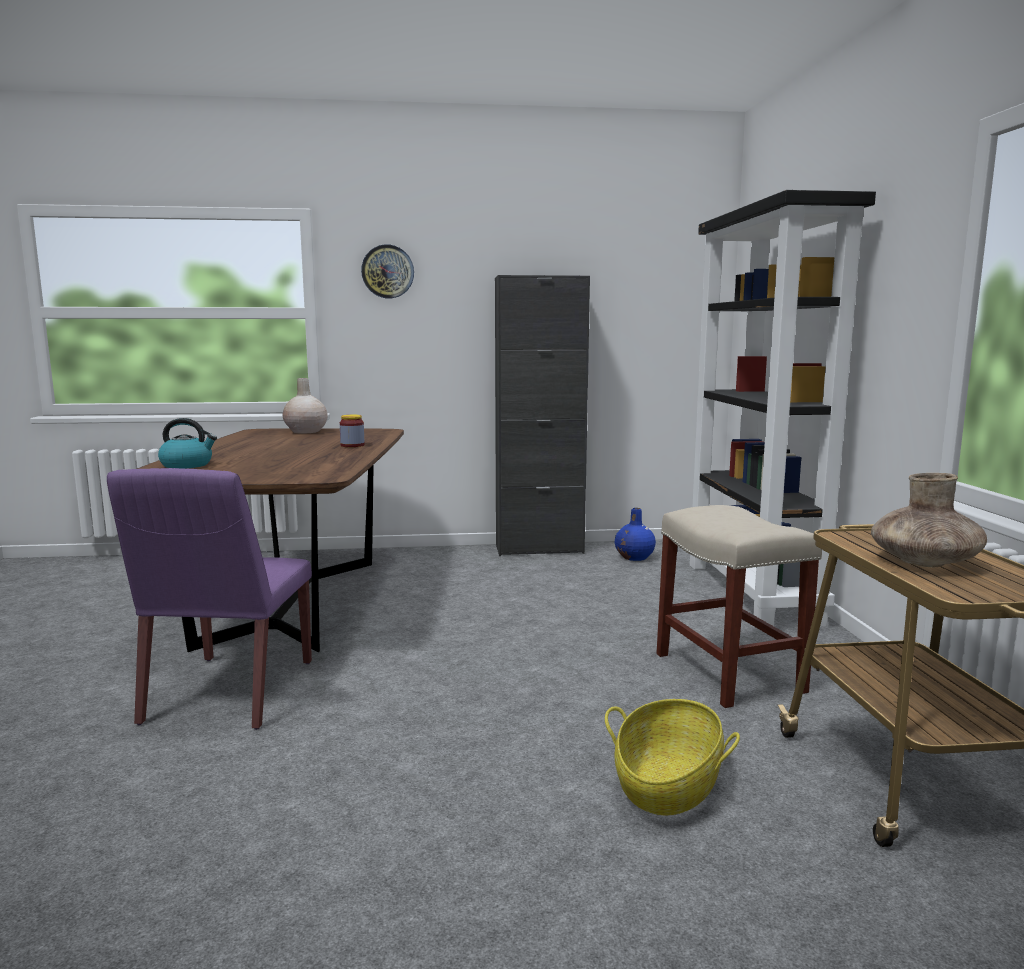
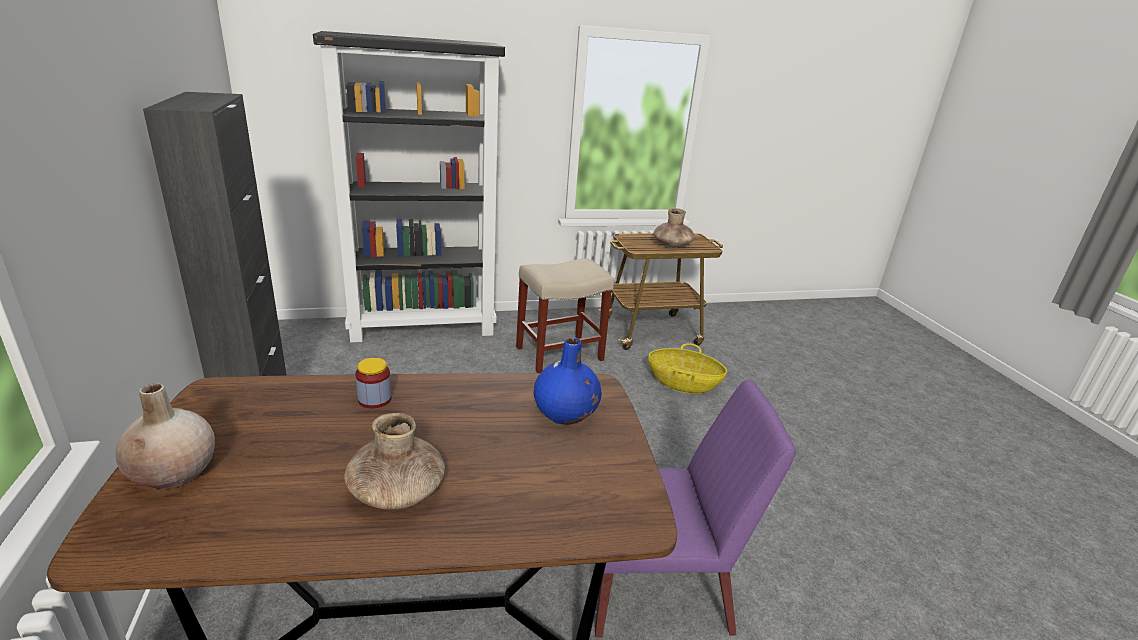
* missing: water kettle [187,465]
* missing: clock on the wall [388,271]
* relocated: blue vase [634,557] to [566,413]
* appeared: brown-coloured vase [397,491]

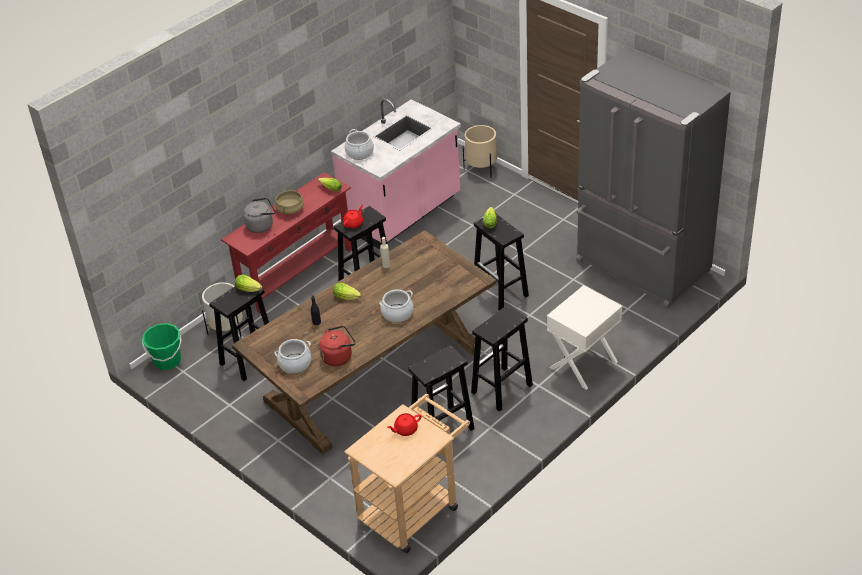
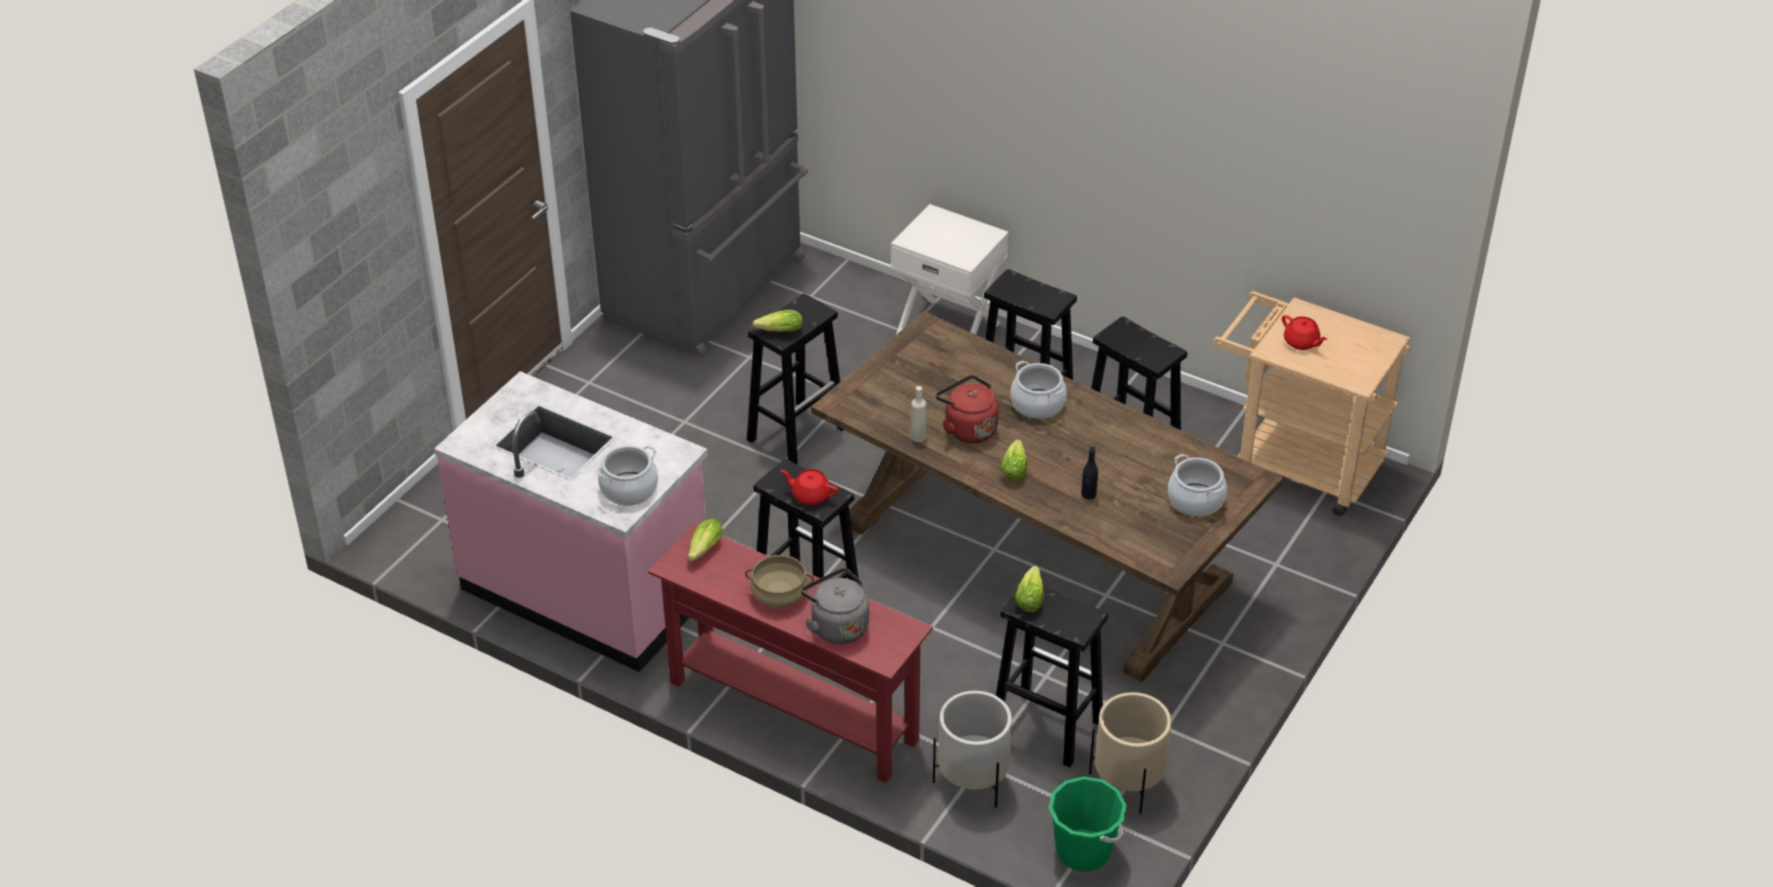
* relocated: red-coloured water kettle [338,356] to [967,428]
* relocated: sand-coloured flower pot [481,168] to [1128,782]

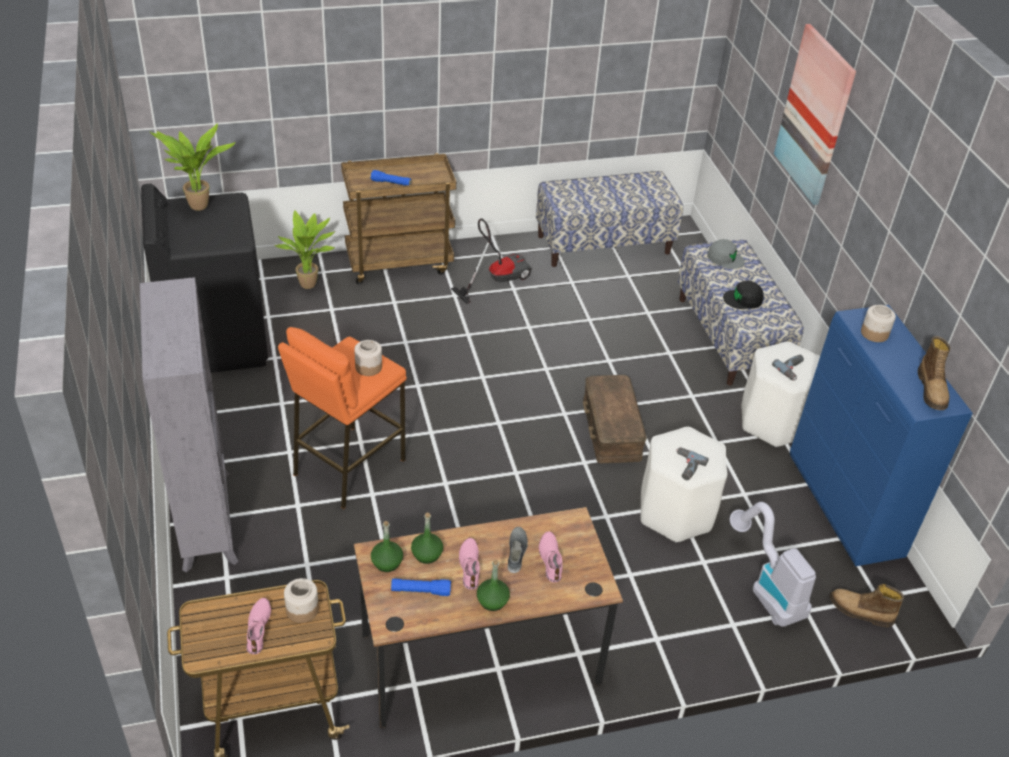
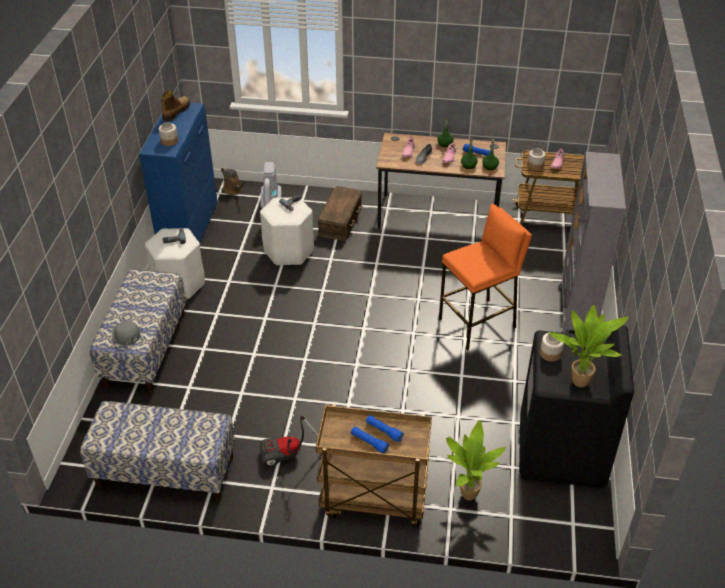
* relocated: storage jar [368,367] to [550,354]
* relocated: brown-coloured storage bin [610,429] to [340,221]
* missing: blackish peaked cap [743,299]
* missing: picture [815,115]
* exchanged: high-top boot [860,612] to brown-coloured sprinkling can [234,190]
* appeared: blue flashlight [369,442]

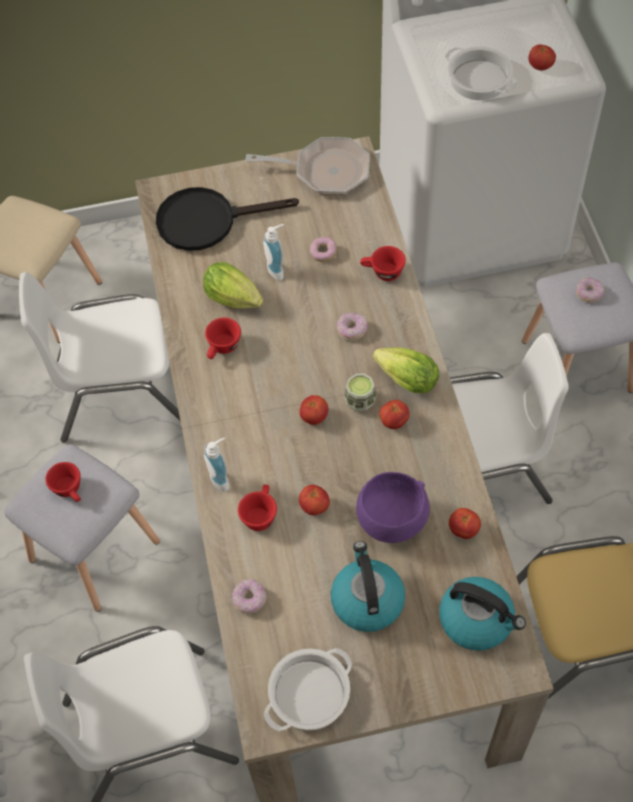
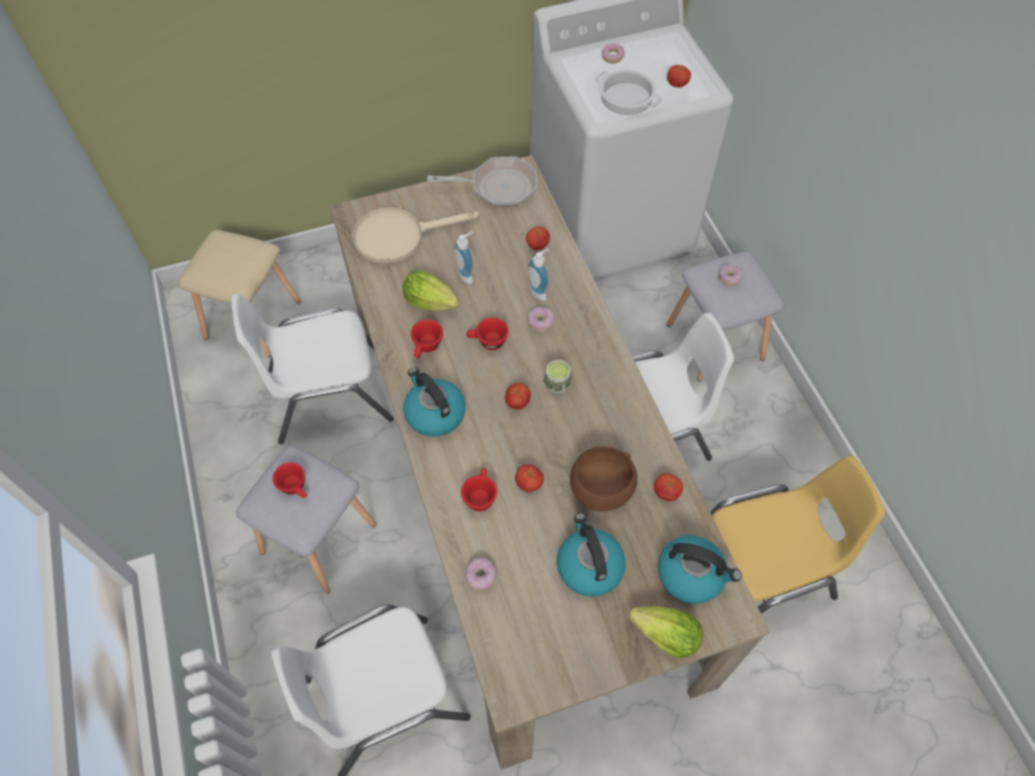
* colour: blackish skillet [207,221] to sand-coloured skillet [399,236]
* relocated: soap bottle [222,478] to [540,291]
* missing: cooking pot [309,692]
* relocated: doughnut [323,253] to [612,57]
* colour: purple deep dish [390,521] to brown-coloured deep dish [600,491]
* relocated: red-coloured small cup [382,272] to [487,342]
* relocated: lettuce [403,379] to [661,634]
* relocated: fresh tomato [394,421] to [537,245]
* appeared: water kettle [434,413]

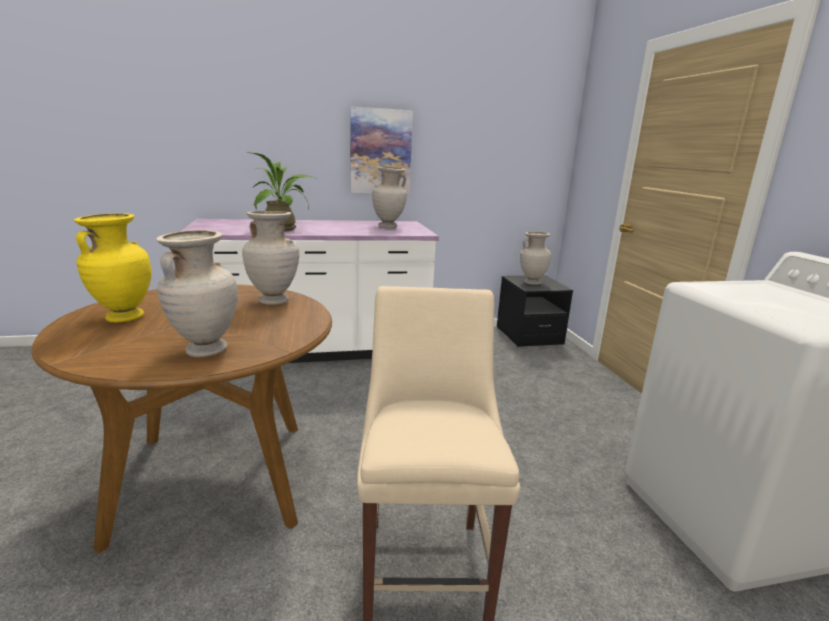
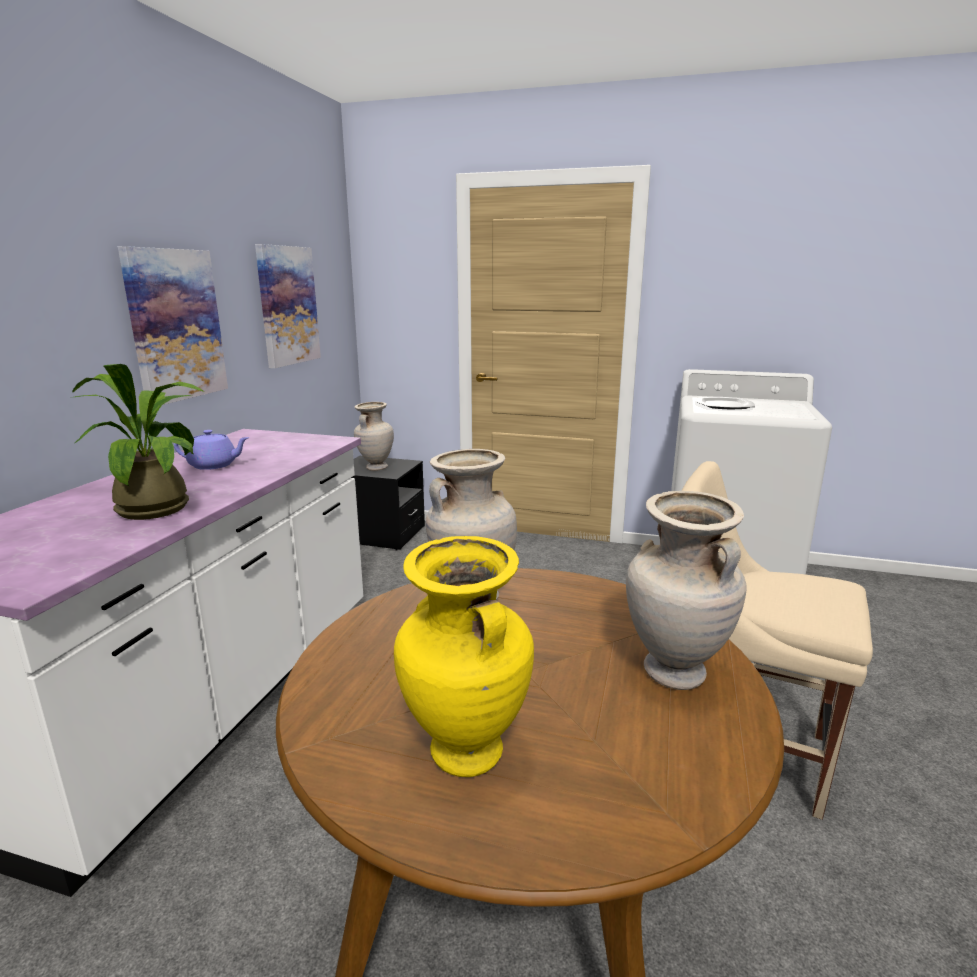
* missing: sand-coloured vase [388,227]
* appeared: purple teapot [214,465]
* appeared: picture [287,306]
* appeared: flat dish [724,405]

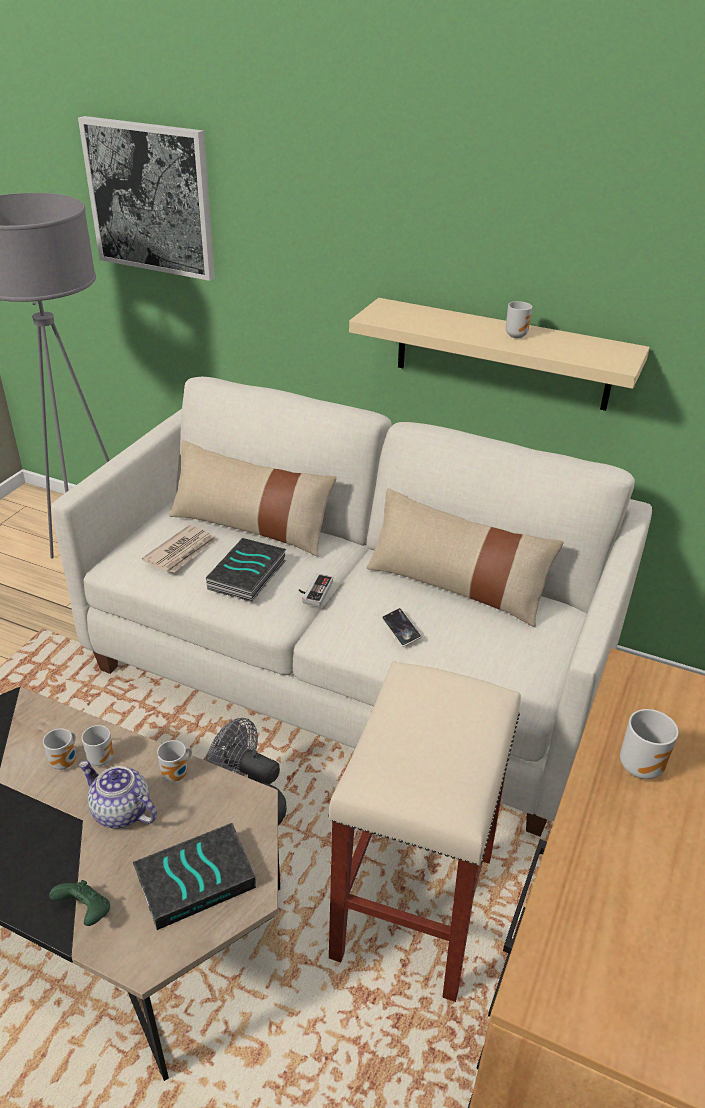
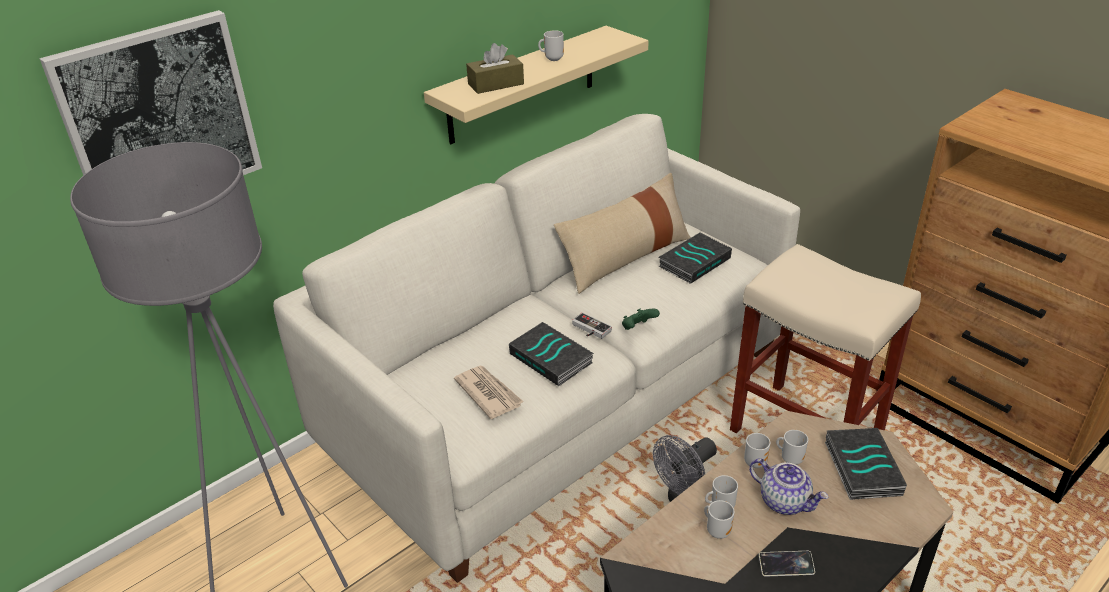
* relocated: greenish game controller [86,912] to [638,328]
* spun: teapot [120,811] = [785,501] 105 degrees counterclockwise
* missing: sand-coloured throw pillow [251,526]
* relocated: telephone [401,629] to [786,566]
* relocated: mug [641,766] to [790,458]
* appeared: brown-coloured tissue box [496,84]
* appeared: book [694,261]

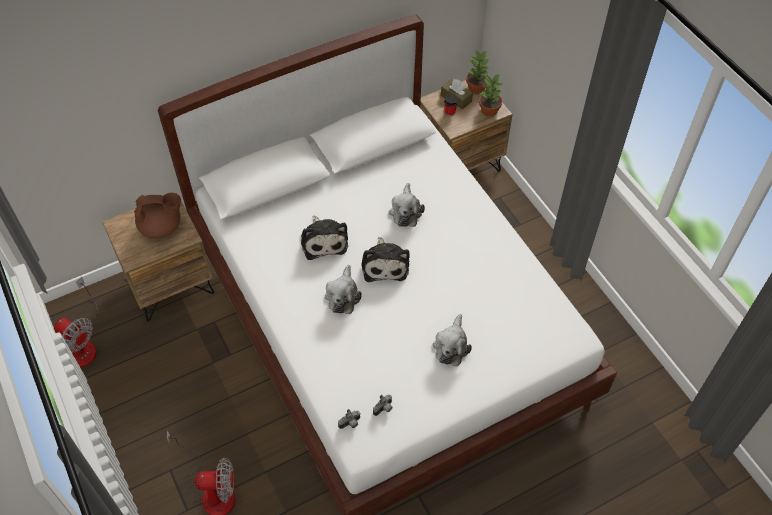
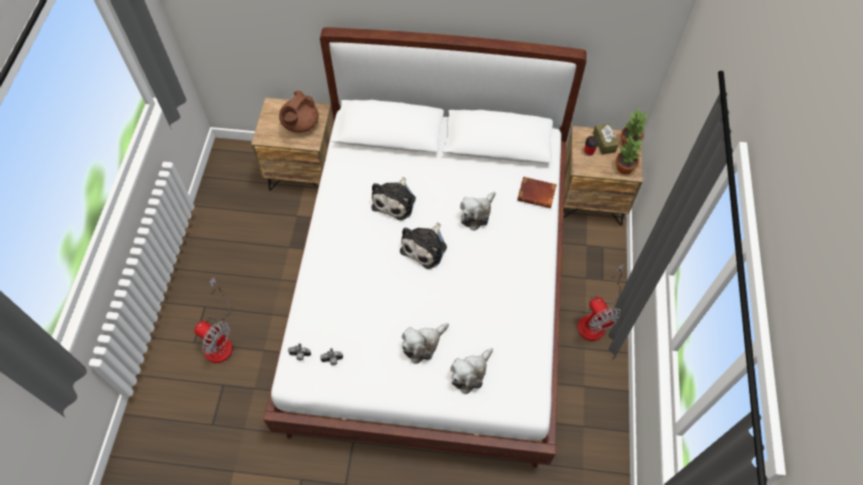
* relocated: electric fan [82,344] to [595,319]
* spun: brown-coloured teapot [162,227] = [300,124] 90 degrees clockwise
* relocated: soft toy [343,296] to [470,373]
* appeared: brown-coloured book [537,194]

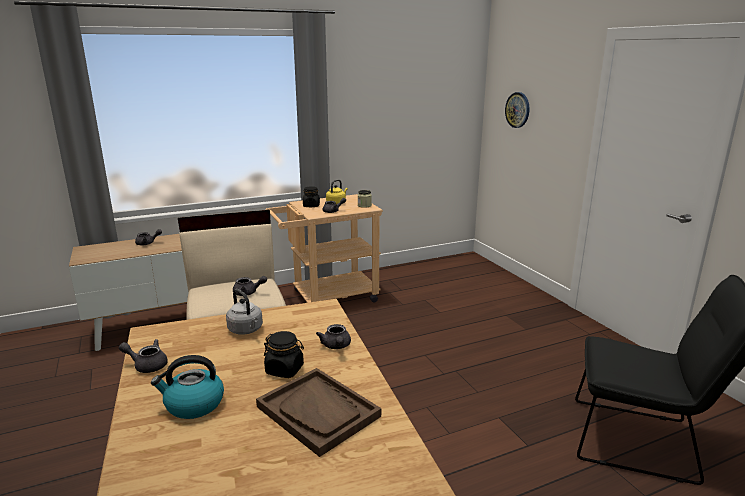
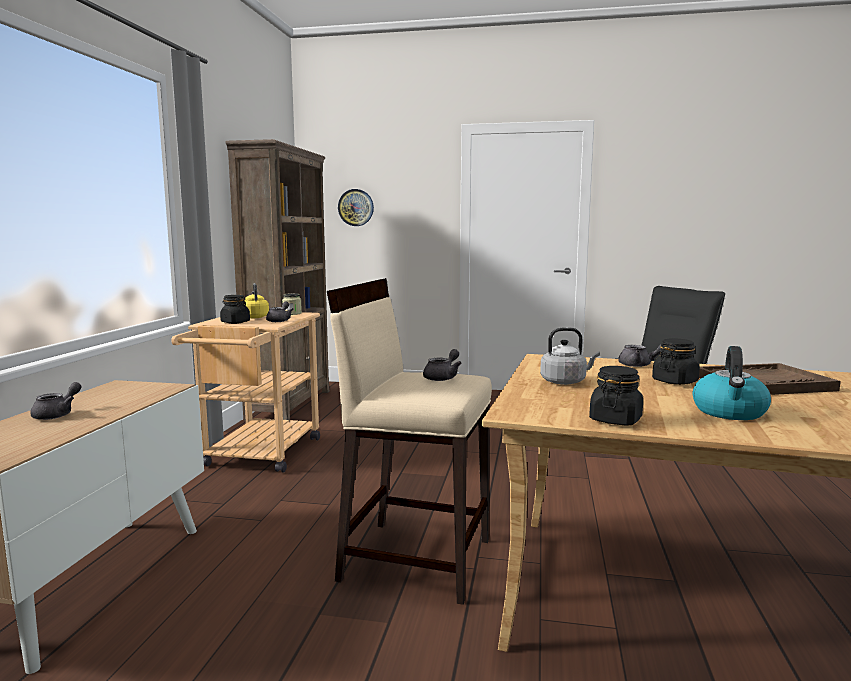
* exchanged: gray teapot [147,365] to blackish storage jar [615,420]
* appeared: brown-coloured bookcase [290,404]

